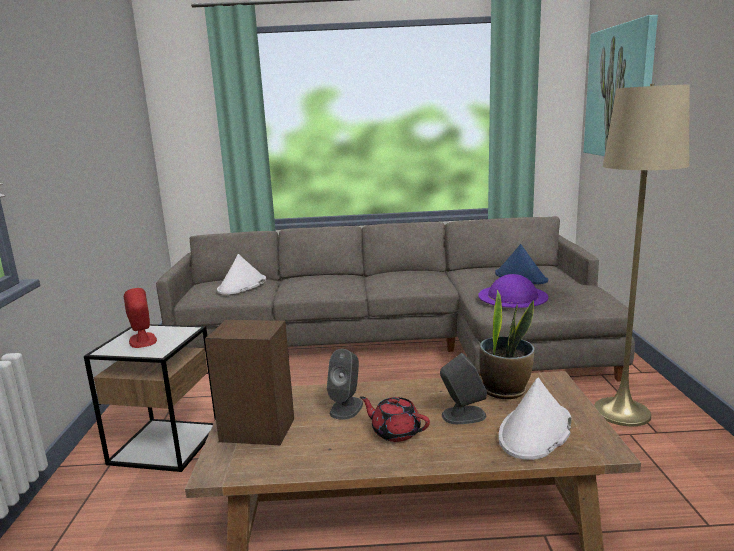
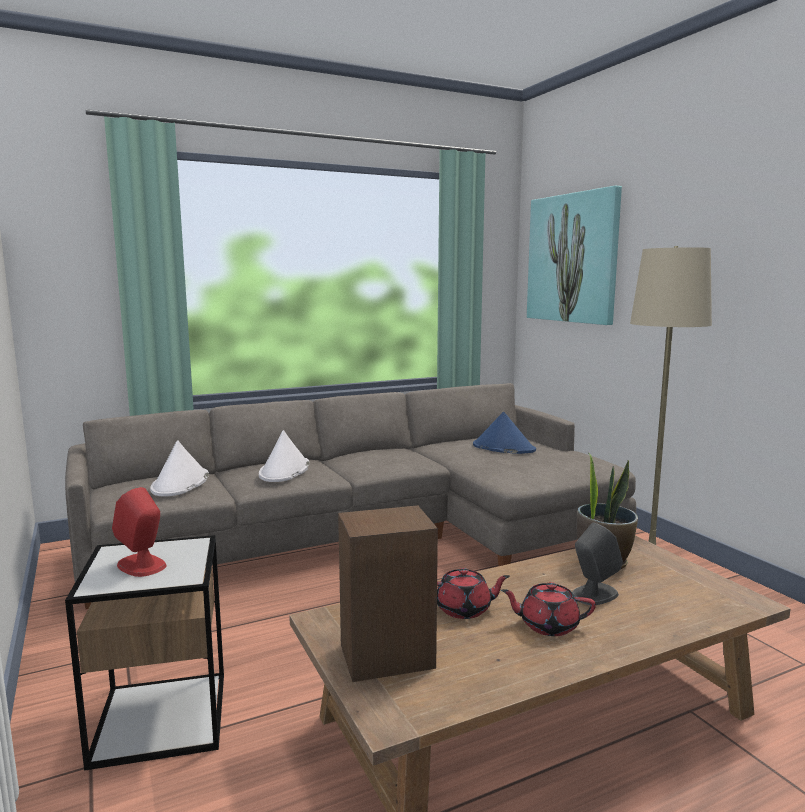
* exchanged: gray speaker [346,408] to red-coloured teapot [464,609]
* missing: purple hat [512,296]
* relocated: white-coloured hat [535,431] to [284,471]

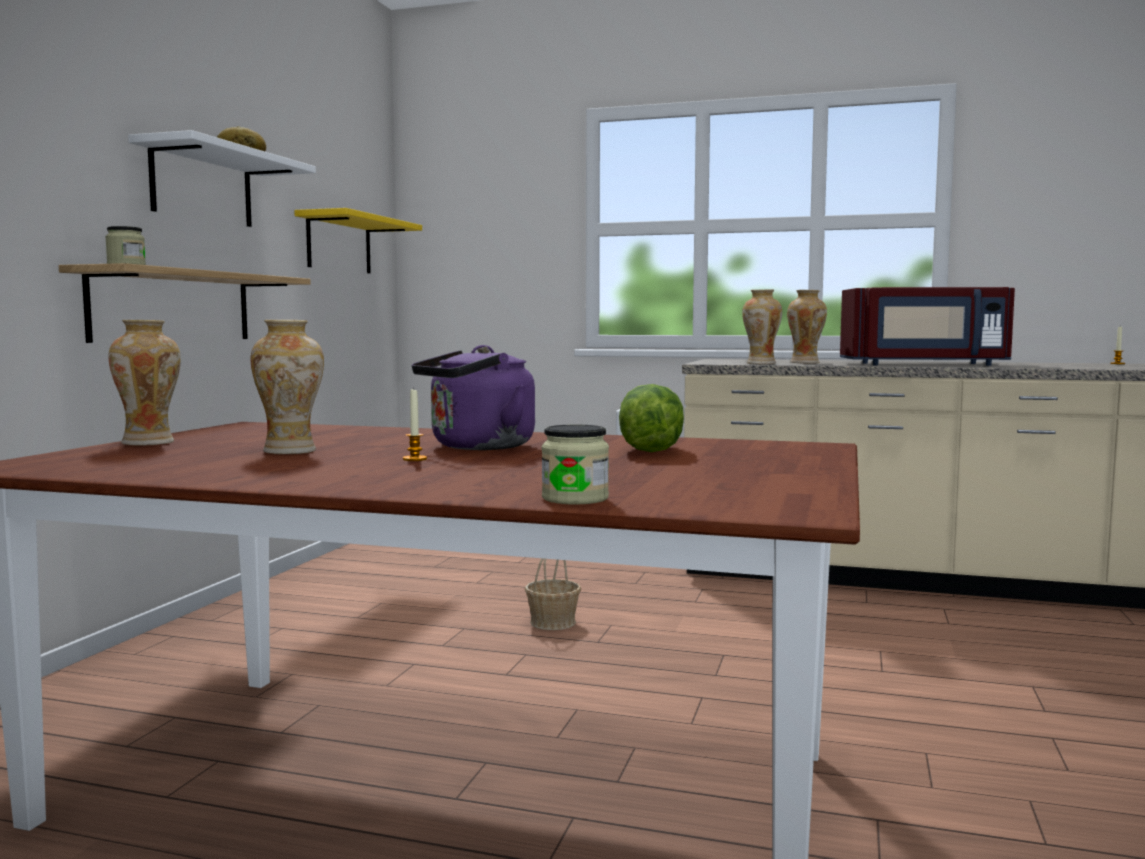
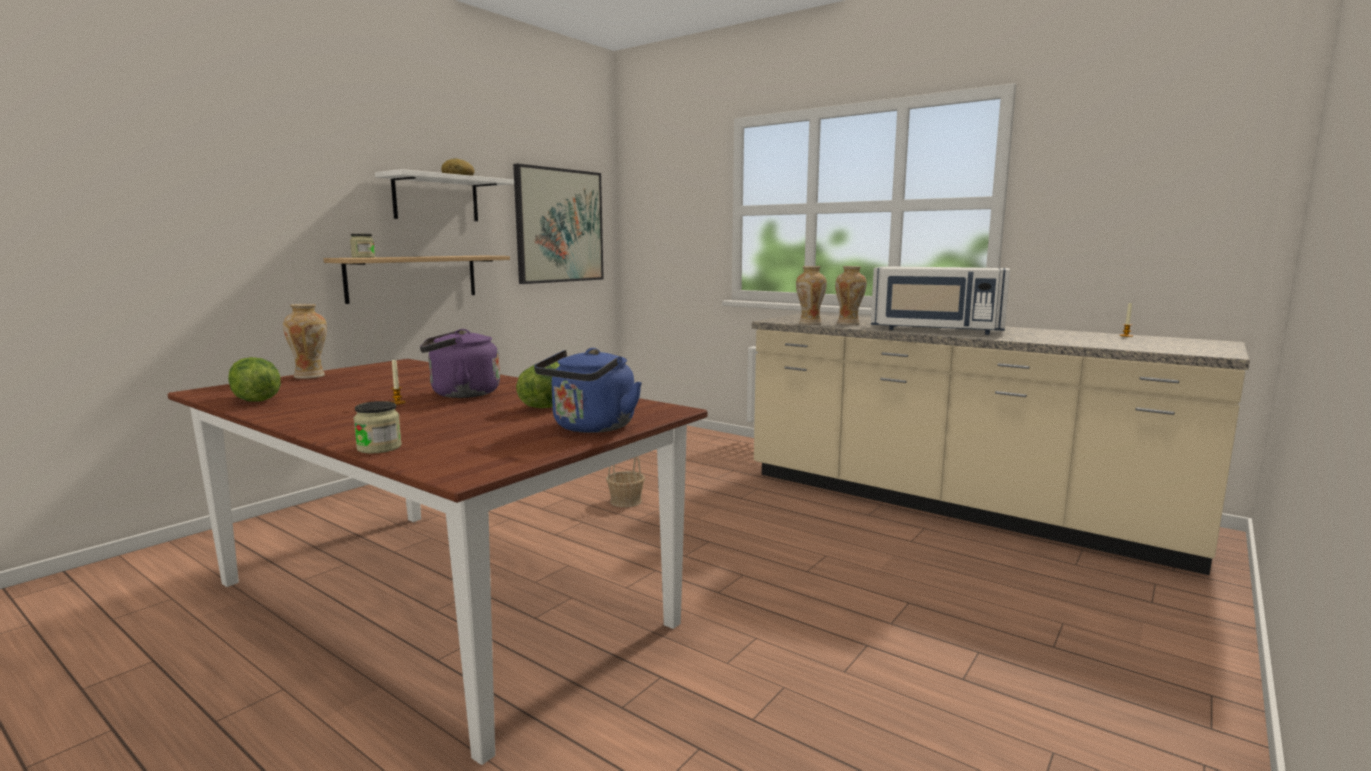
* missing: vase [290,451]
* exchanged: yellowish shelf [339,244] to picture [559,226]
* colour: red-coloured microwave oven [924,364] to white-coloured microwave oven [936,330]
* appeared: lettuce [254,400]
* appeared: blue water kettle [591,428]

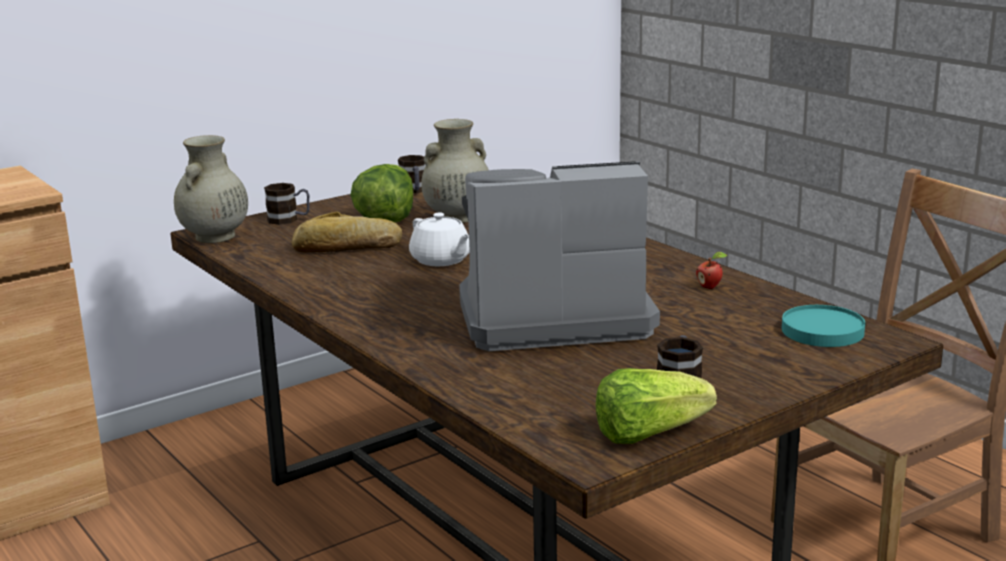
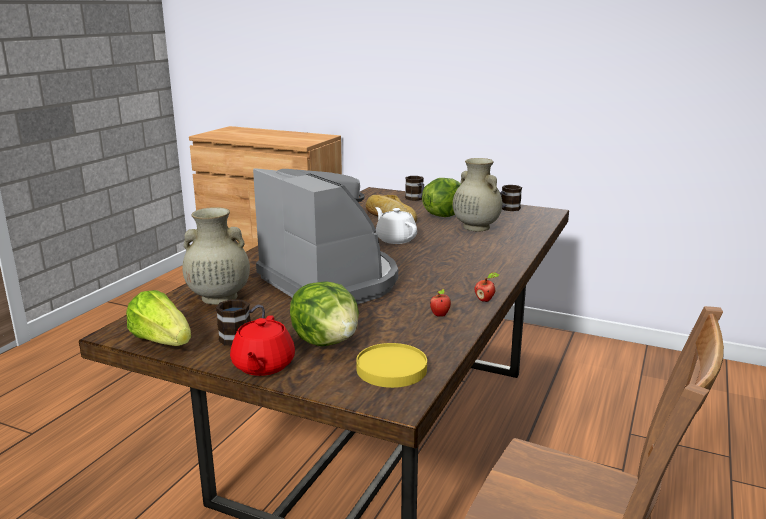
* relocated: sand-coloured vase [214,237] to [218,298]
* spun: white-coloured teapot [441,260] = [395,239] 120 degrees clockwise
* colour: blue-green flat dish [823,330] to yellowish flat dish [392,369]
* appeared: red-coloured teapot [262,366]
* appeared: lettuce [327,341]
* appeared: apple fruit [485,300]

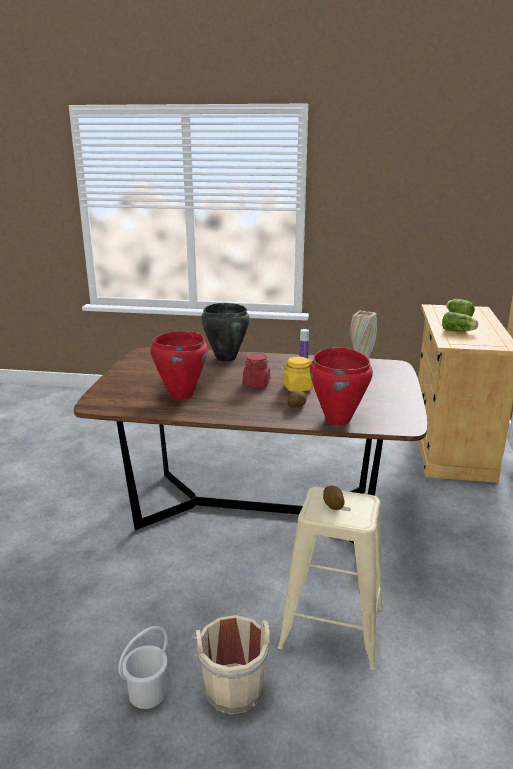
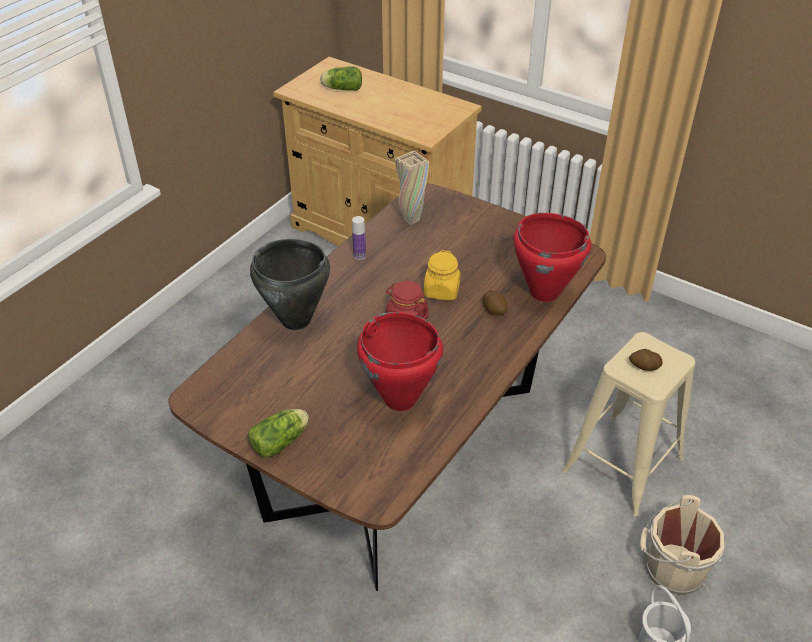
* relocated: lettuce [458,331] to [282,441]

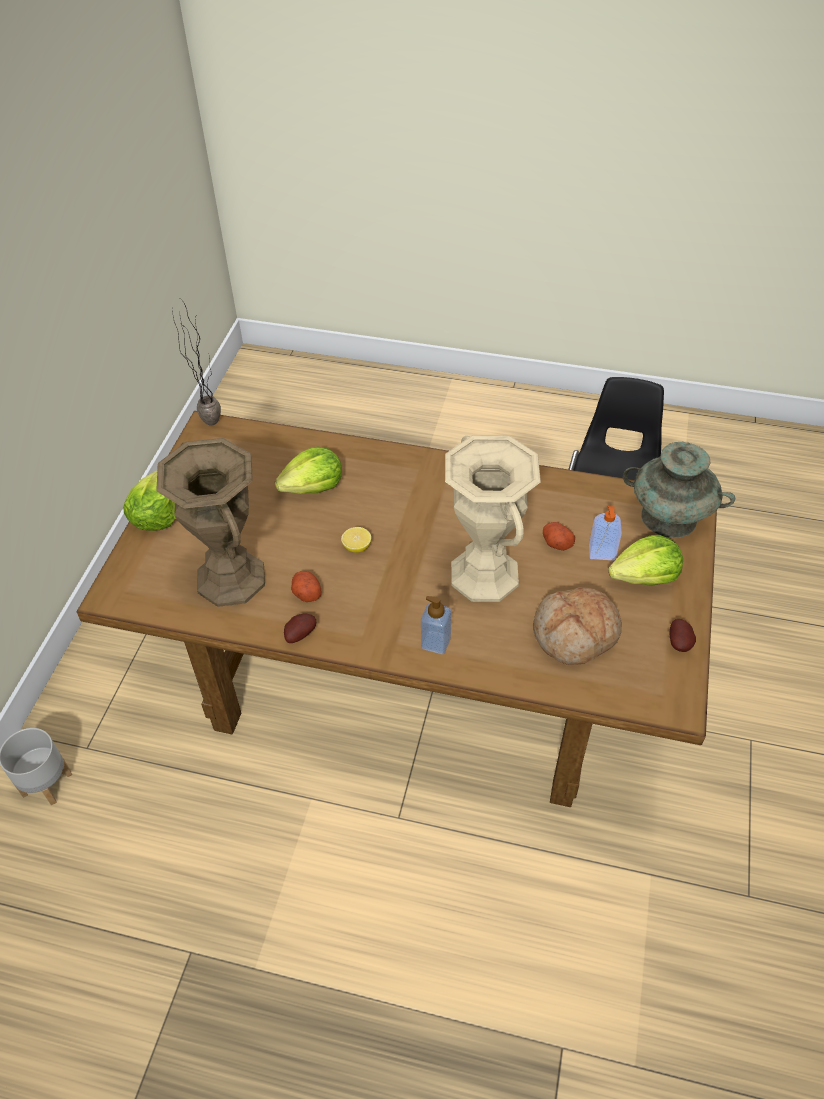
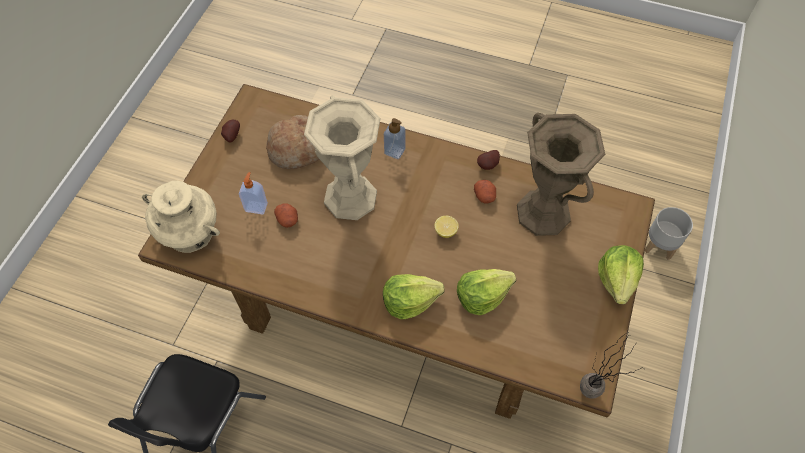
* relocated: lettuce [645,577] to [409,301]
* colour: blue-green vase [669,518] to sand-coloured vase [189,233]

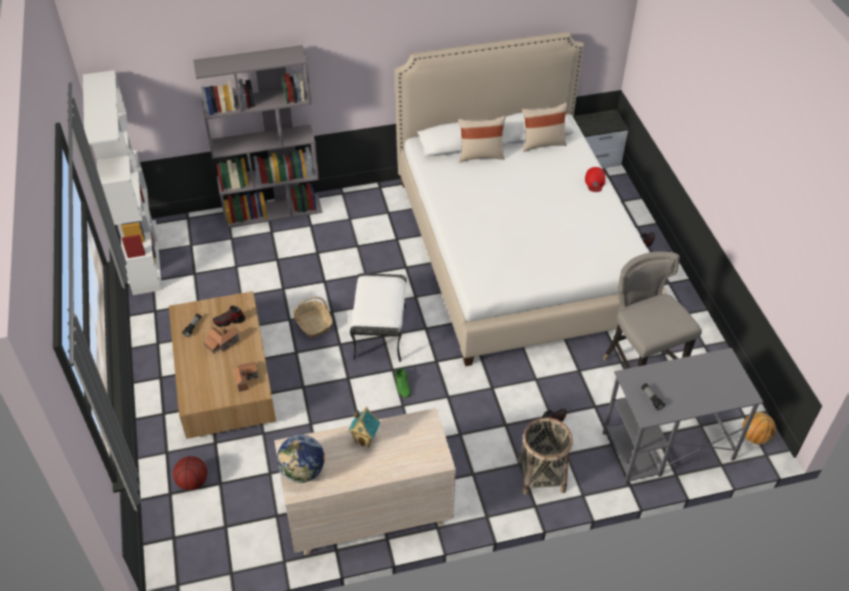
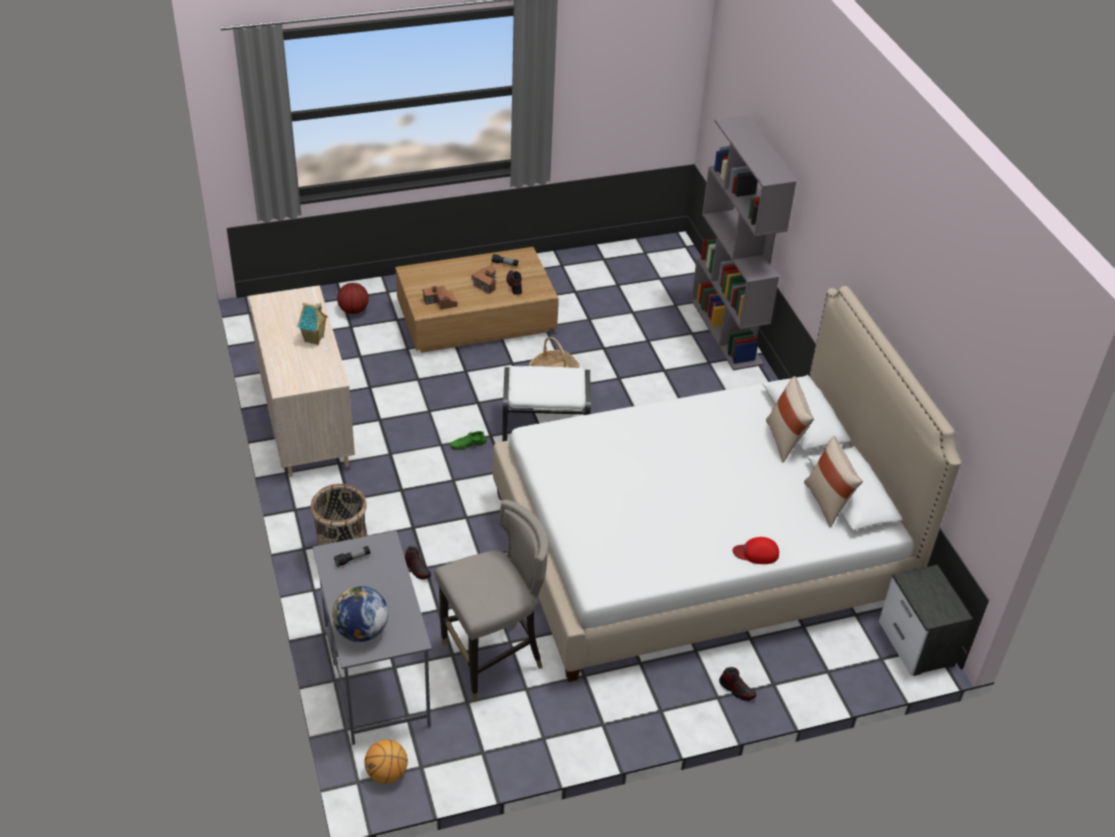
* missing: white-coloured bookcase [144,256]
* relocated: world globe [303,471] to [361,631]

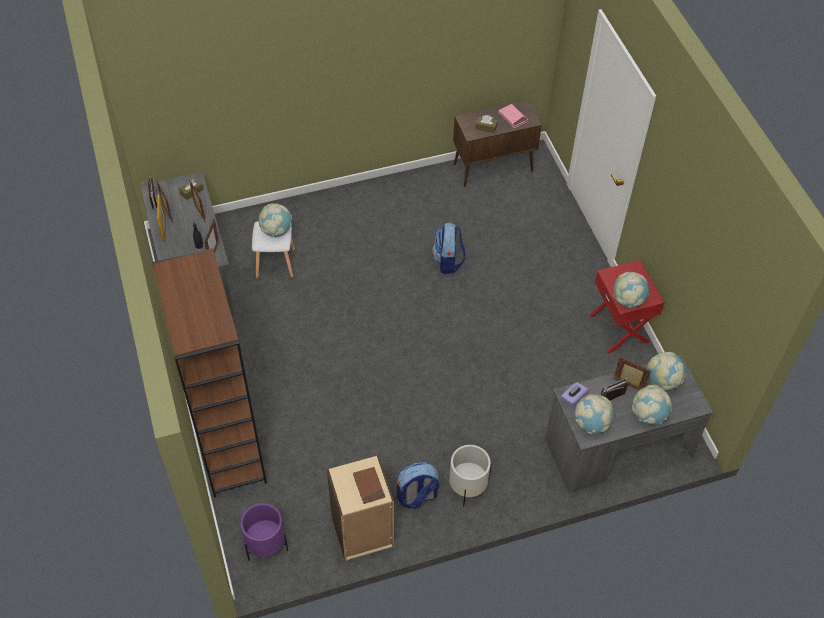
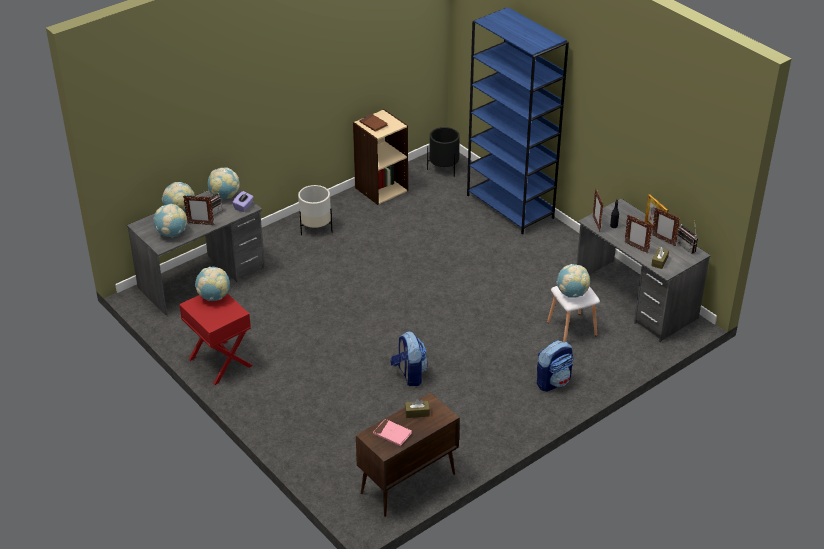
* colour: brown-coloured bookcase [228,445] to blue bookcase [510,207]
* colour: purple flower pot [266,545] to blackish flower pot [444,168]
* relocated: rucksack [417,496] to [553,381]

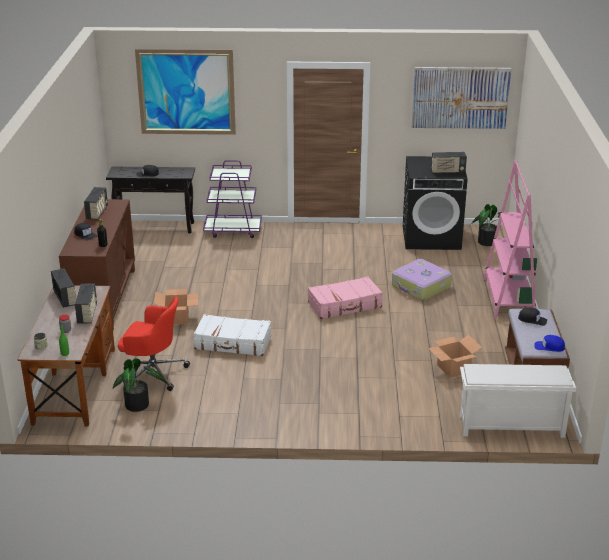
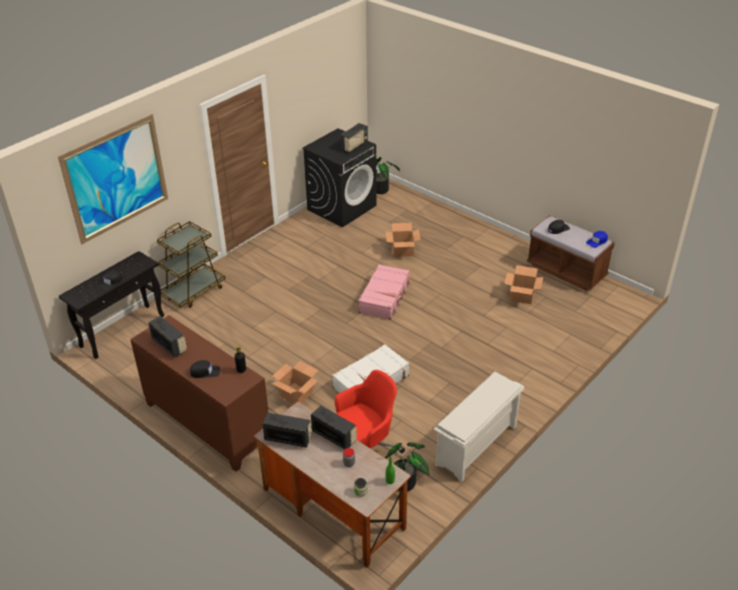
* colour: purple cart [233,230] to brown-coloured cart [193,291]
* exchanged: travel case [420,287] to carton [403,250]
* missing: picture [460,97]
* relocated: white-coloured shoe stand [510,426] to [476,446]
* missing: pink bookcase [508,298]

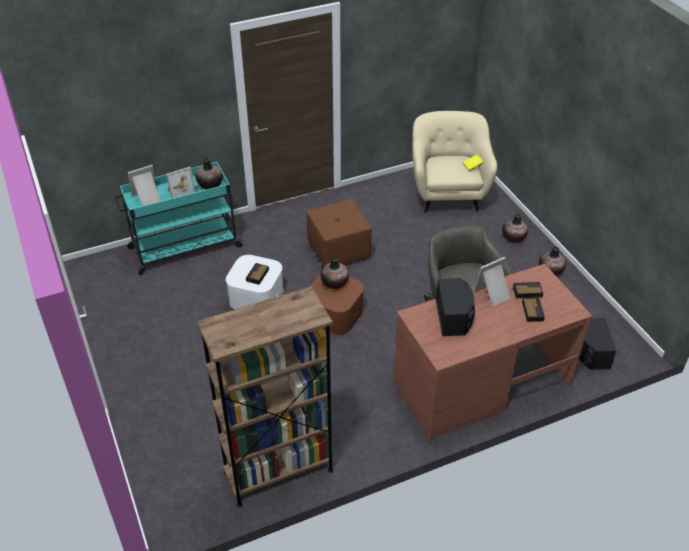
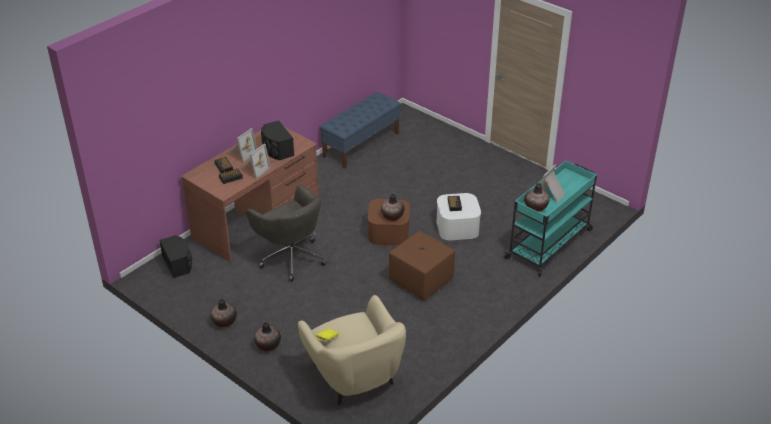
* relocated: standing frame [147,198] to [242,154]
* exchanged: brown-coloured bookcase [278,471] to blue indoor bench [361,145]

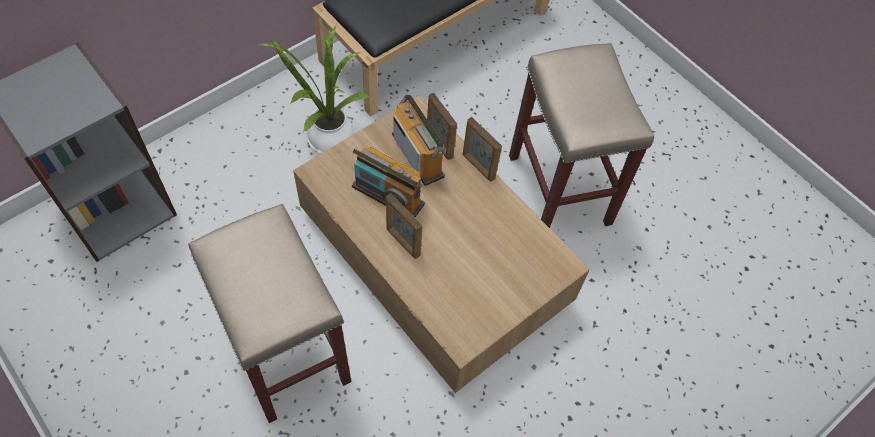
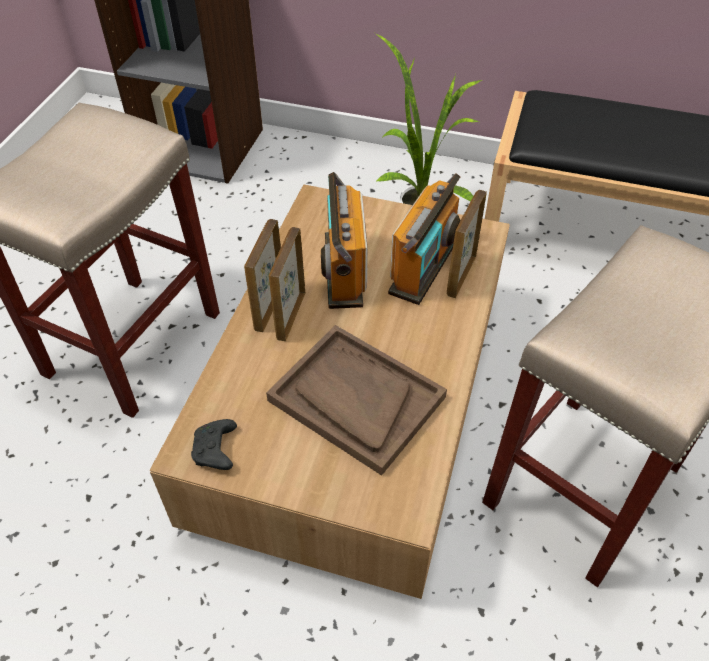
* relocated: standing frame [478,167] to [269,307]
* appeared: blackish game controller [216,451]
* appeared: brown-coloured serving tray [356,399]

